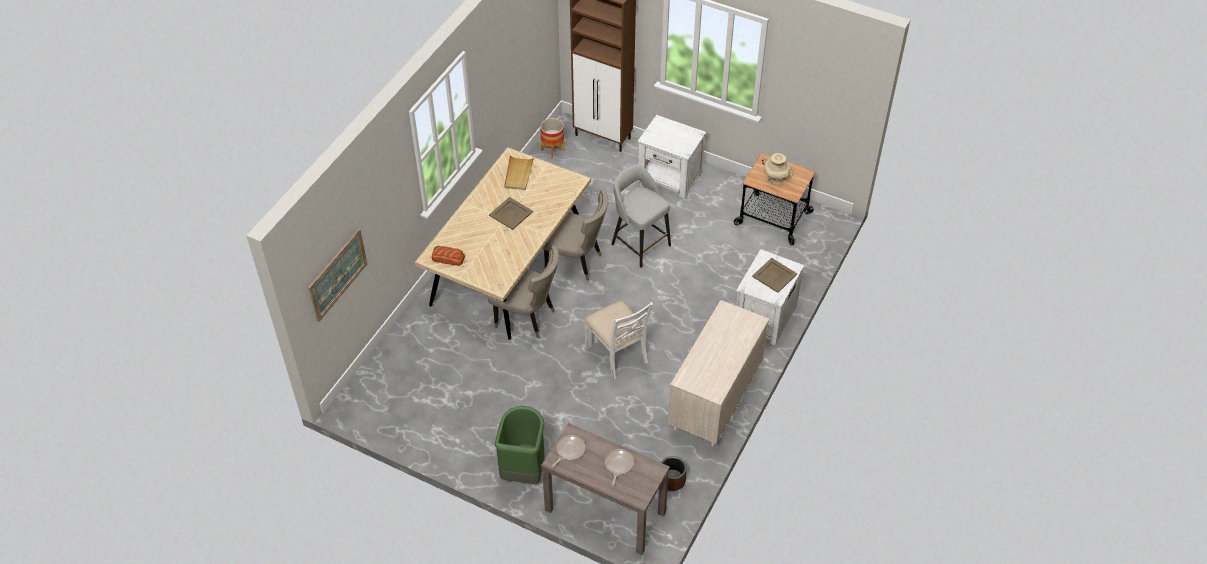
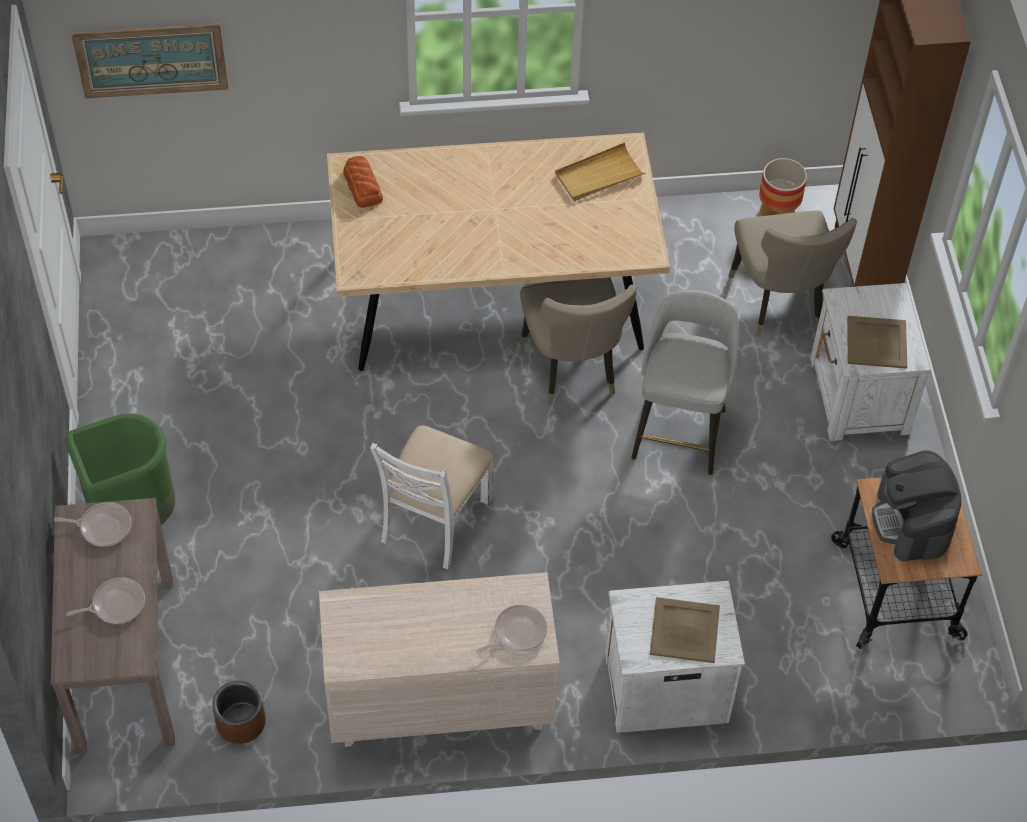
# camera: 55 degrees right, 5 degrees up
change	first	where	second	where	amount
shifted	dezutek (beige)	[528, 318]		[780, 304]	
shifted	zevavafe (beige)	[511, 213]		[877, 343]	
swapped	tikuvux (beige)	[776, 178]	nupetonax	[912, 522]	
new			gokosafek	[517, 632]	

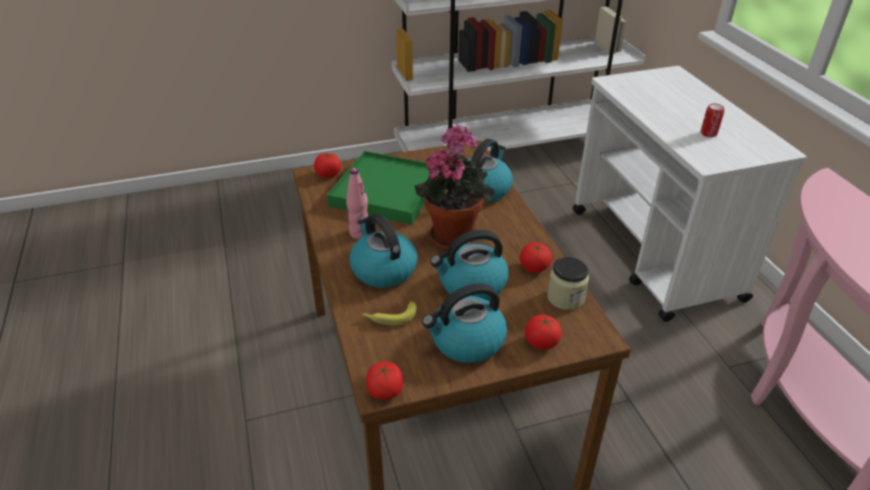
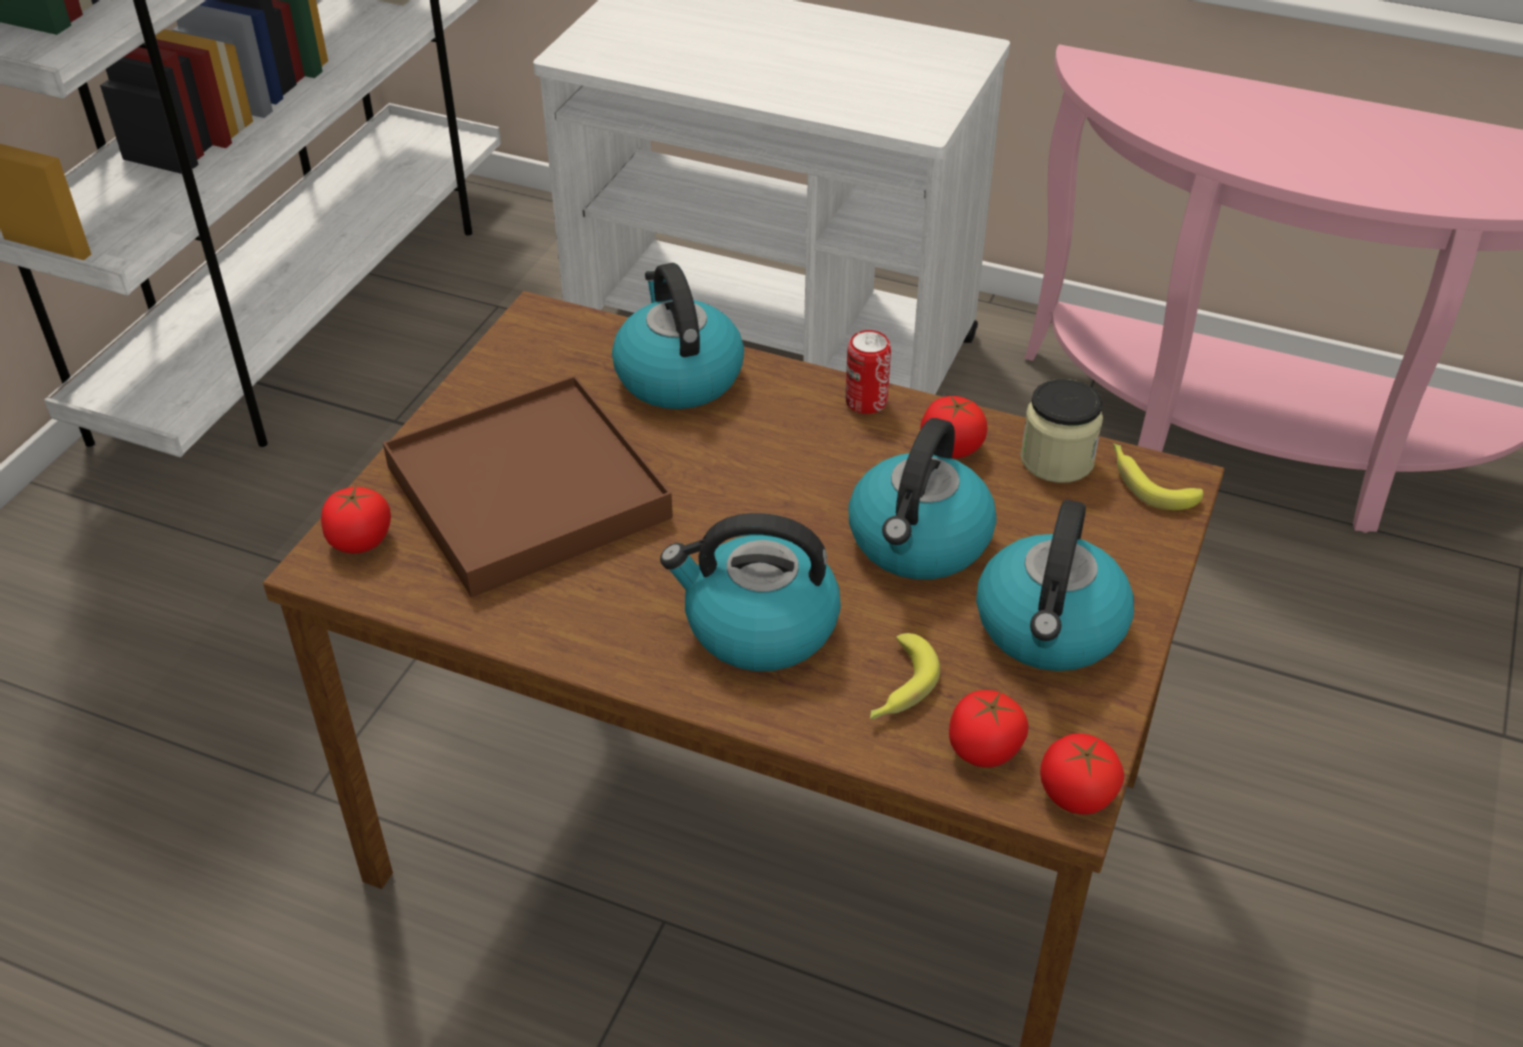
# camera: 50 degrees left, 5 degrees up
change	first	where	second	where	amount
repainted	zevavafe (green)	[387, 191]	zevavafe (brown)	[527, 492]	
gone	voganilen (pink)	[359, 233]			
gone	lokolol	[453, 234]			
shifted	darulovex	[541, 342]		[984, 749]	
shifted	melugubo	[708, 133]		[866, 402]	
new			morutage	[1148, 483]	

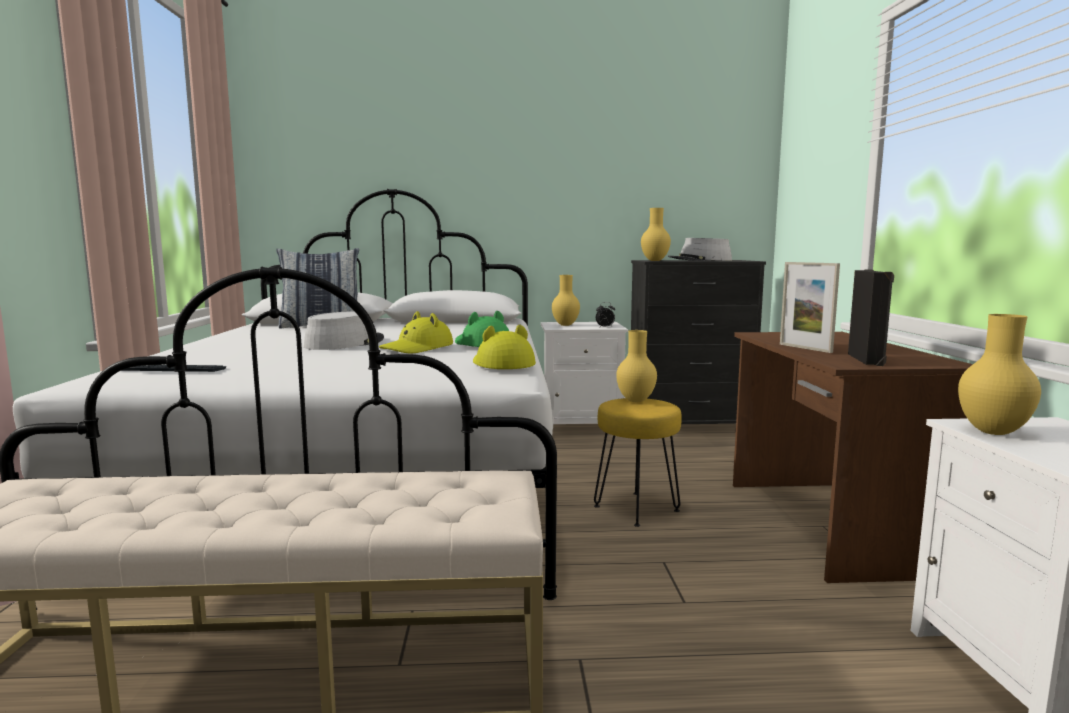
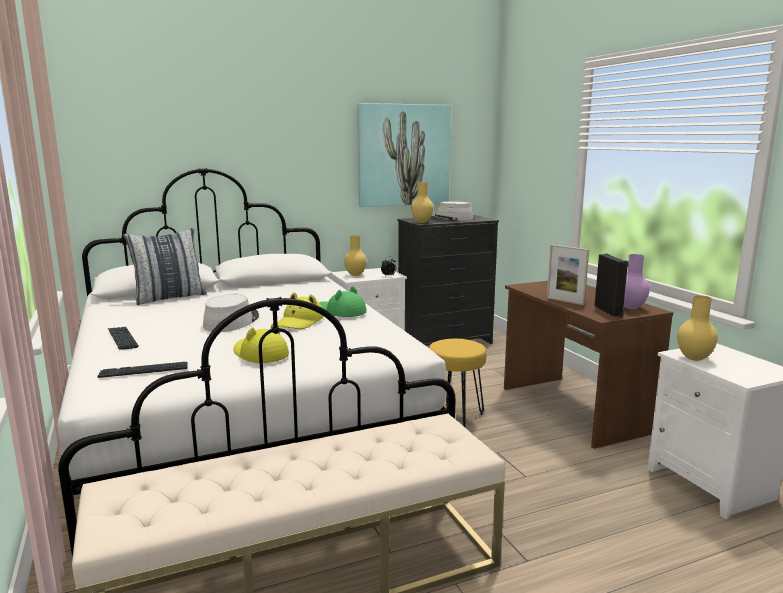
# camera: 20 degrees left, 5 degrees up
change	first	where	second	where	amount
shifted	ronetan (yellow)	[501, 364]		[260, 354]	
gone	tikuvux (yellow)	[636, 401]			
new			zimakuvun	[122, 339]	
new			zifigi	[403, 155]	
new			tikuvux (purple)	[630, 308]	

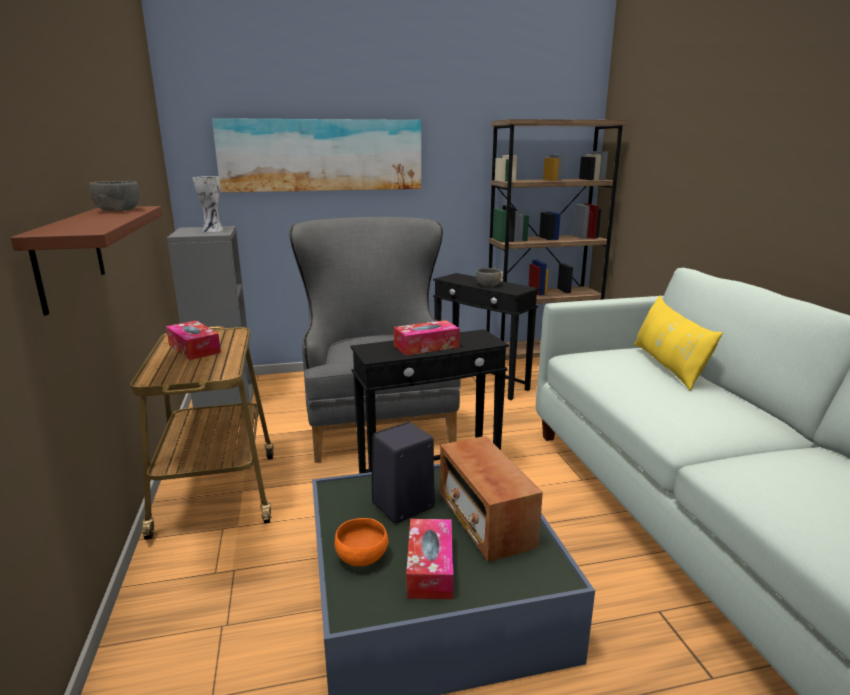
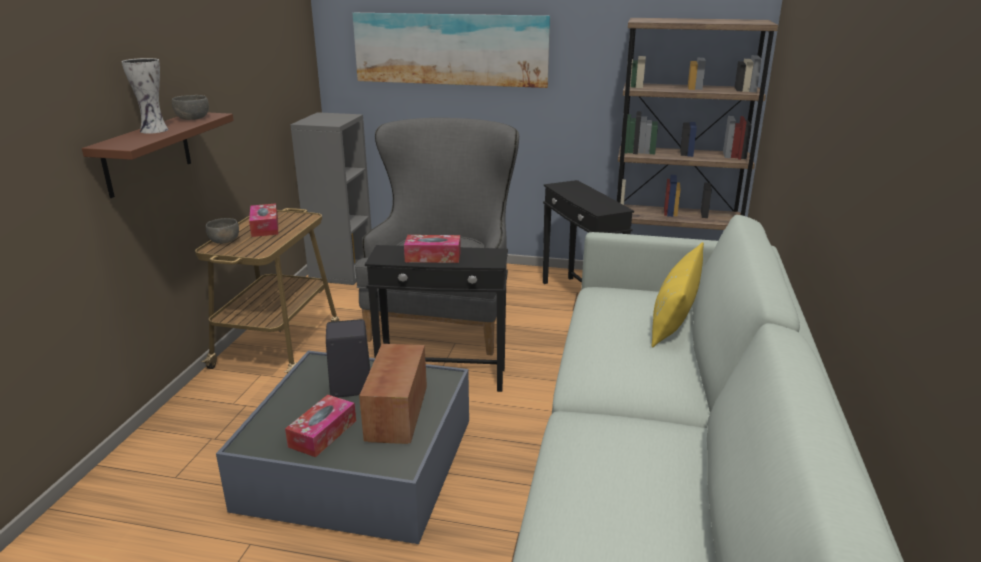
# camera: 25 degrees right, 5 degrees up
change	first	where	second	where	amount
shifted	tikuvux	[214, 230]		[155, 130]	
gone	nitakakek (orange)	[363, 557]			
shifted	nitakakek (grey)	[488, 285]		[224, 241]	

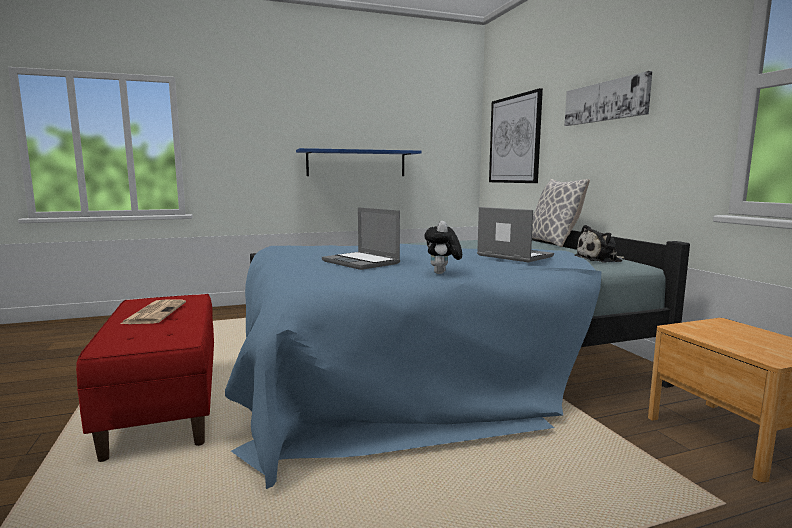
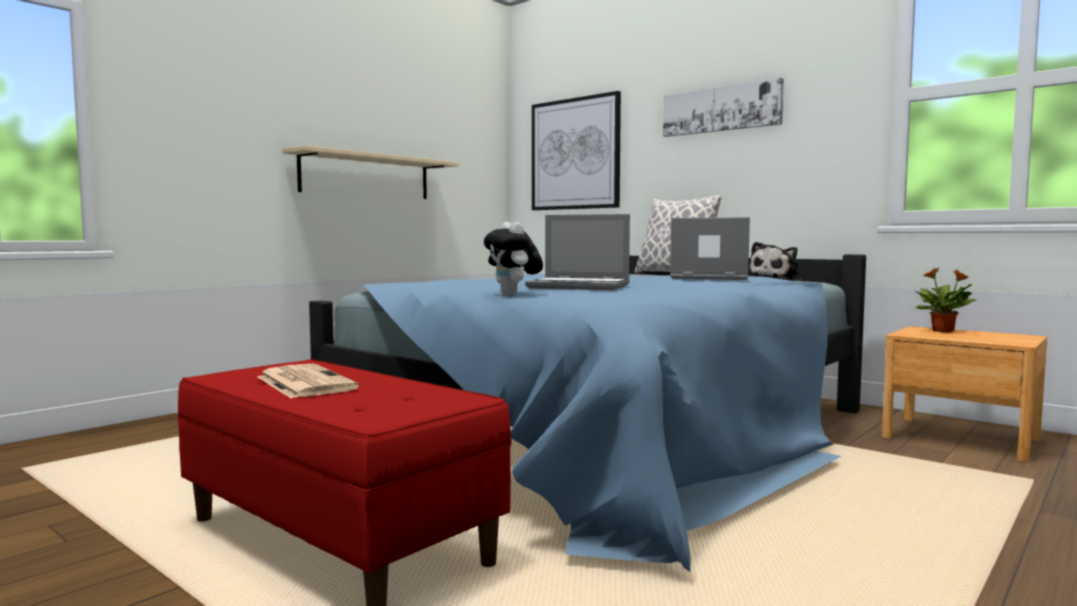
# camera: 30 degrees left, 5 degrees down
change	first	where	second	where	amount
repainted	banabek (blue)	[356, 163]	banabek (beige)	[366, 176]	
shifted	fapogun	[442, 273]		[513, 294]	
new			lokolol	[943, 331]	

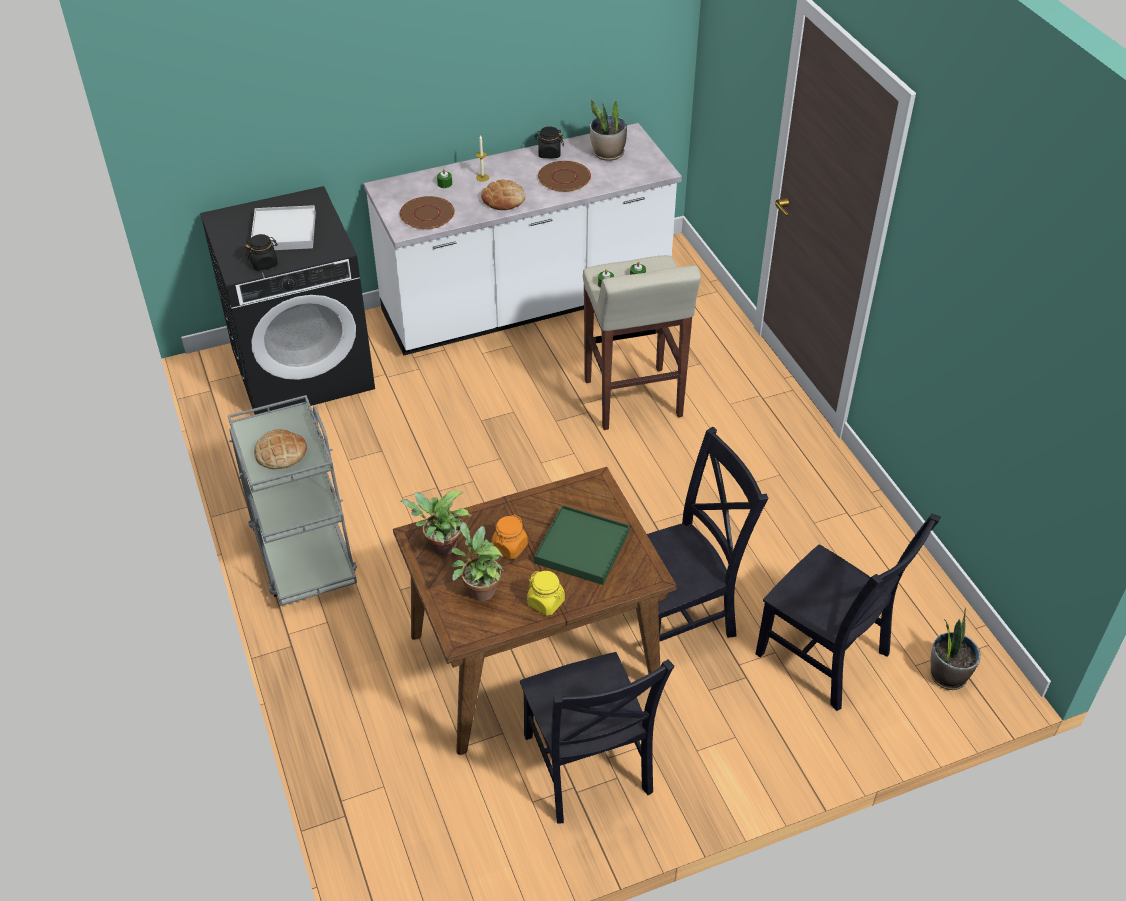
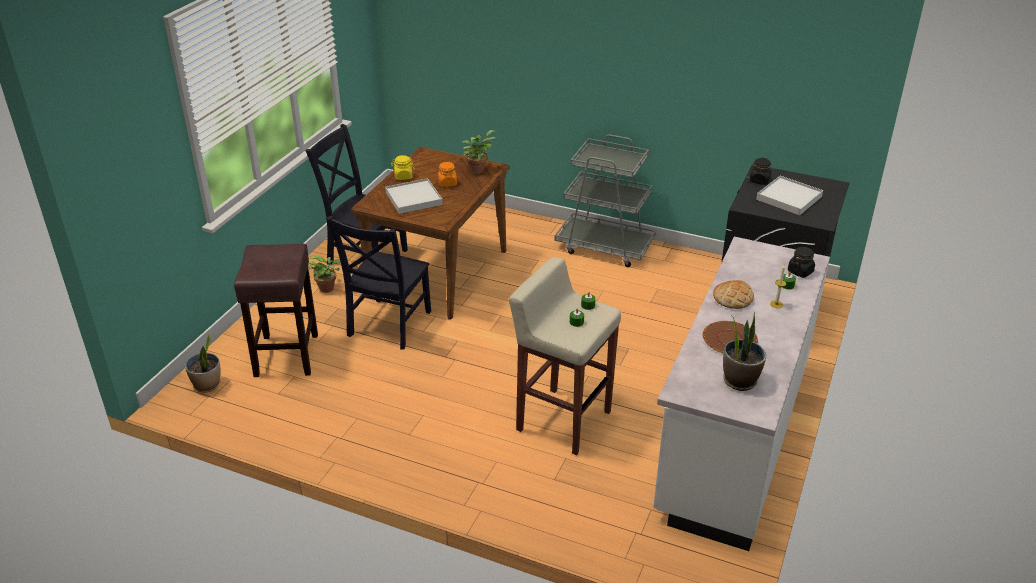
# camera: 135 degrees right, 10 degrees down
change	first	where	second	where	amount
gone	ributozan	[280, 453]			
gone	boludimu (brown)	[426, 214]			
shifted	lokolol	[479, 589]		[328, 288]	
repainted	zevavafe (green)	[582, 548]	zevavafe (white)	[413, 198]	
shifted	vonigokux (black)	[549, 153]		[800, 271]	
swapped	dezutek (black)	[826, 657]	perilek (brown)	[286, 354]	

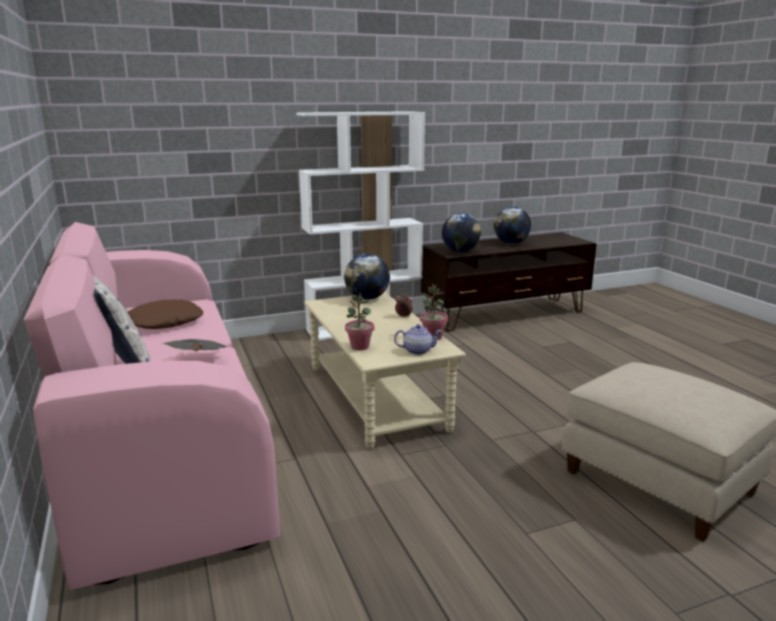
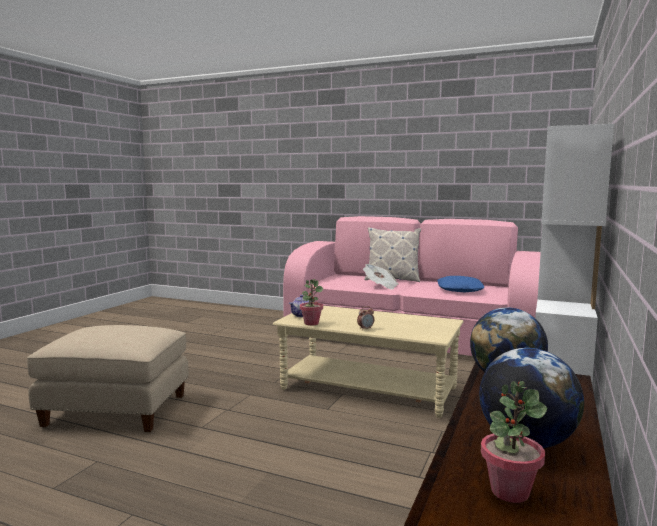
# camera: 135 degrees right, 10 degrees down
change	first	where	second	where	amount
repainted	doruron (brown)	[165, 322]	doruron (blue)	[460, 290]	
gone	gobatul	[367, 298]			
shifted	lokolol	[359, 347]		[509, 491]	

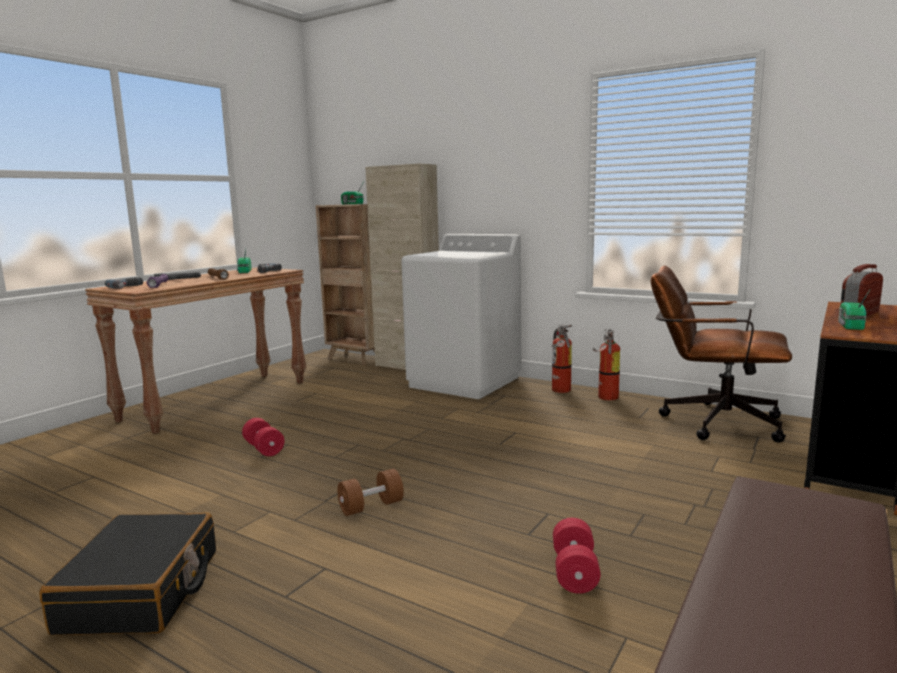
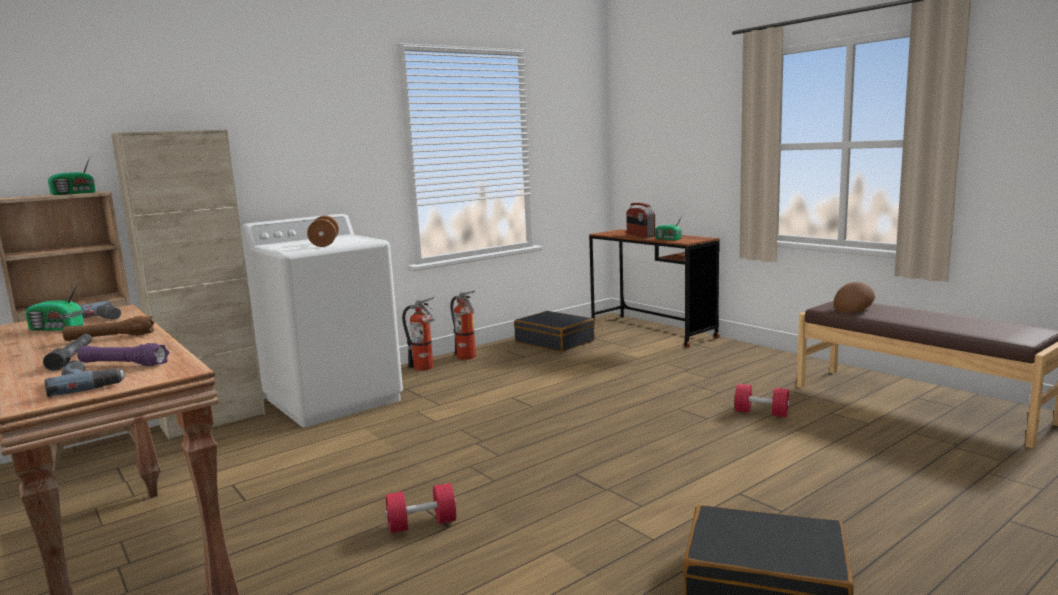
# camera: 70 degrees left, 0 degrees up
change	first	where	second	where	amount
shifted	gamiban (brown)	[371, 506]		[325, 244]	
swapped	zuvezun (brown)	[711, 421]	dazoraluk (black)	[555, 341]	
new			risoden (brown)	[854, 308]	

